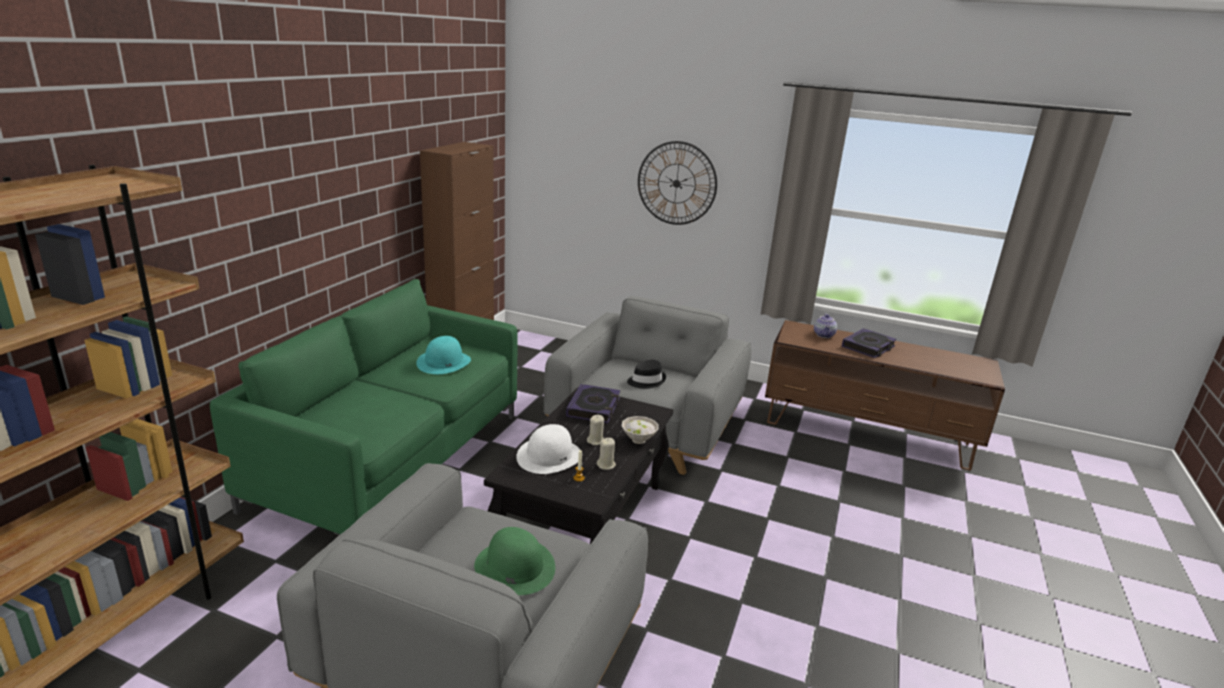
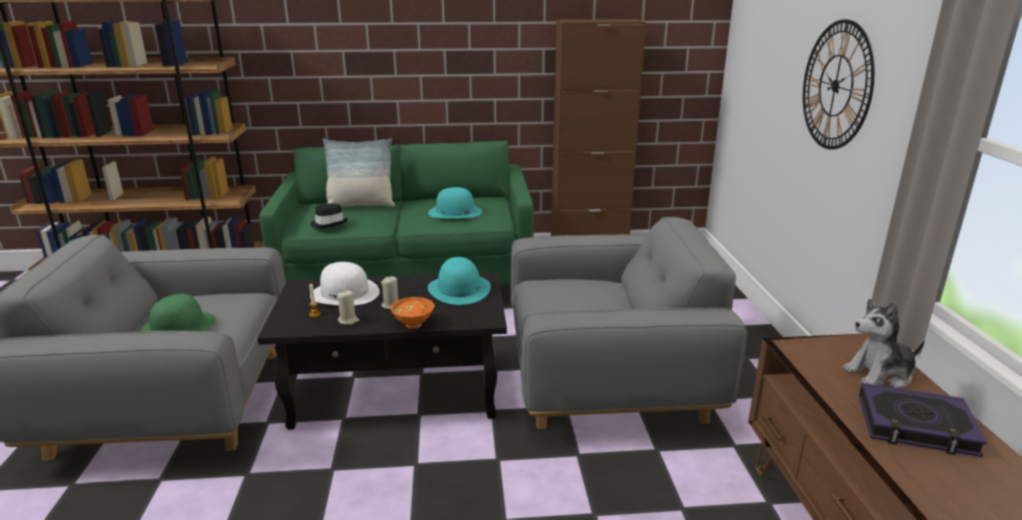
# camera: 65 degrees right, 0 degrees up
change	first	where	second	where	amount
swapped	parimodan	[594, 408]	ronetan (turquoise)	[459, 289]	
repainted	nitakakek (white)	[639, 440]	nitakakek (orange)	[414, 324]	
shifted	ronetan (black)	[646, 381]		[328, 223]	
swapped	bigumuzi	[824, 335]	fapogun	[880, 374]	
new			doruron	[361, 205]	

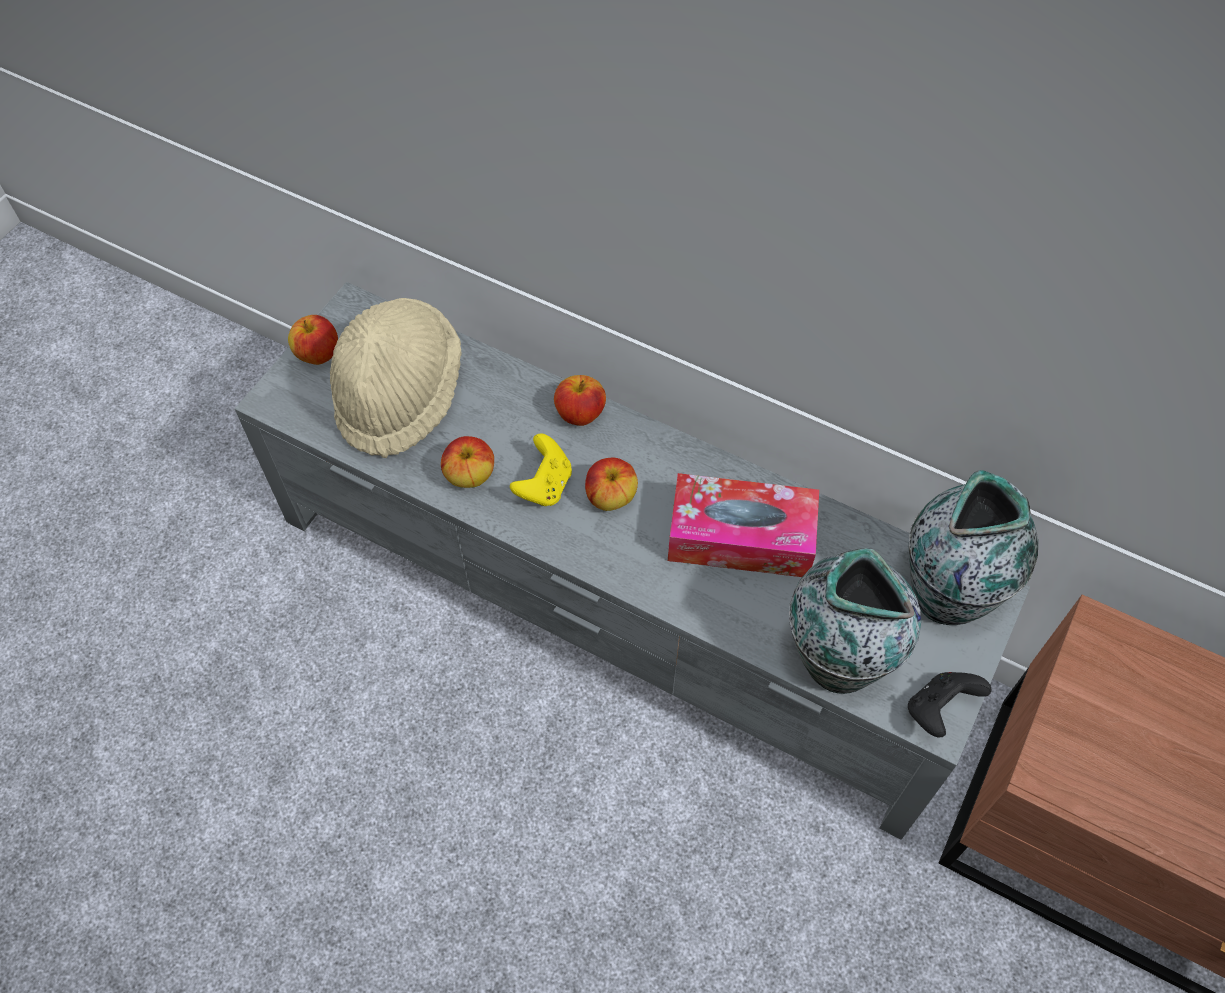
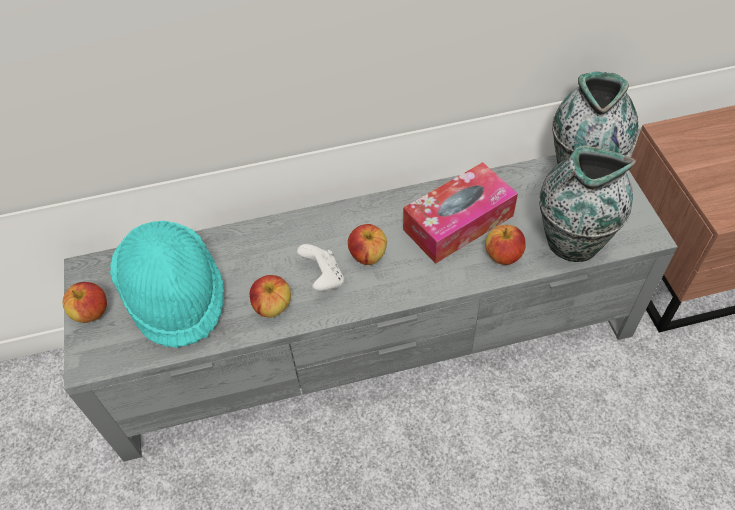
# camera: 40 degrees left, 5 degrees down
change	first	where	second	where	amount
repainted	ronetan (beige)	[399, 395]	ronetan (turquoise)	[175, 296]	
repainted	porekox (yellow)	[544, 486]	porekox (white)	[323, 278]	
shifted	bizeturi	[580, 414]		[503, 256]	
gone	porekox (black)	[938, 710]			

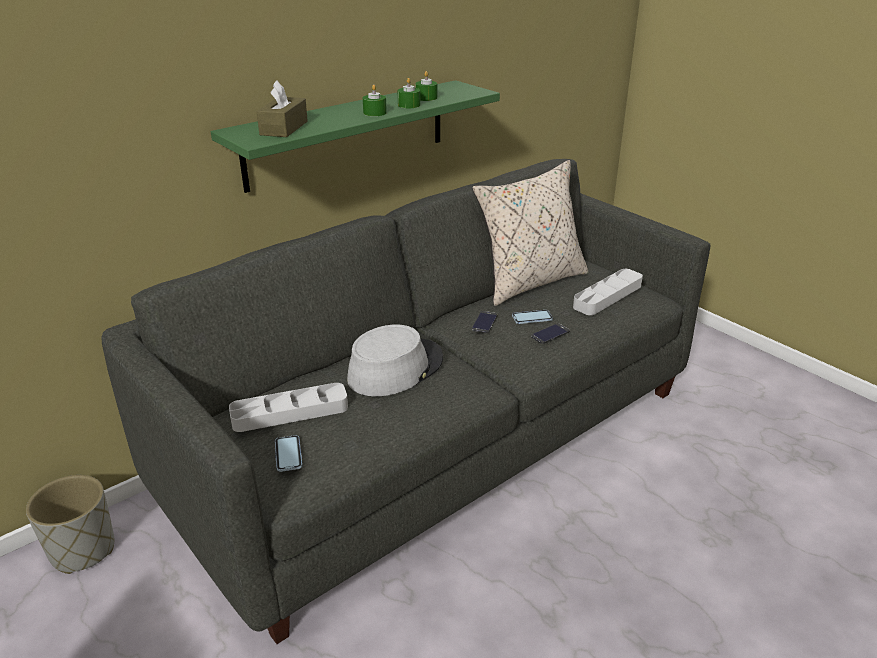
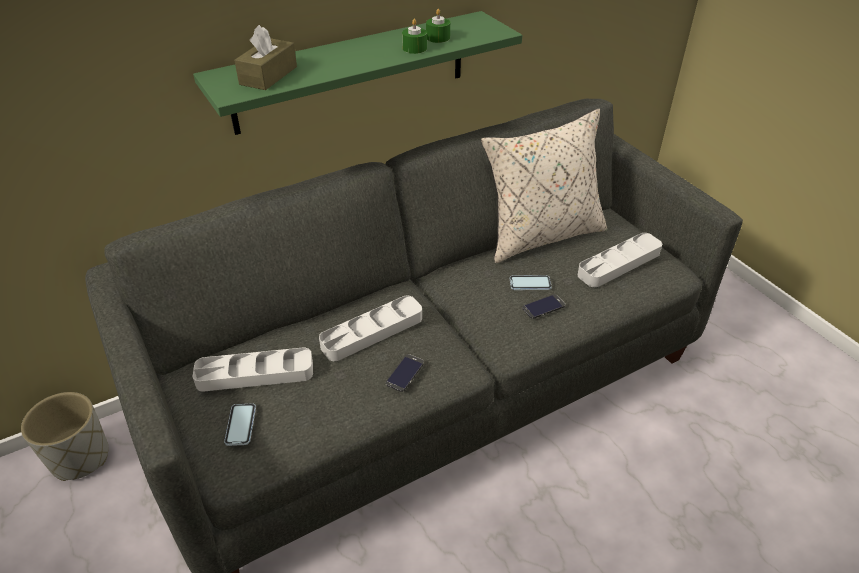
# camera: 10 degrees right, 10 degrees up
change	first	where	second	where	amount
swapped	ronetan (grey)	[395, 368]	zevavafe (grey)	[372, 332]	
gone	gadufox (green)	[374, 113]			
shifted	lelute	[484, 322]		[405, 373]	

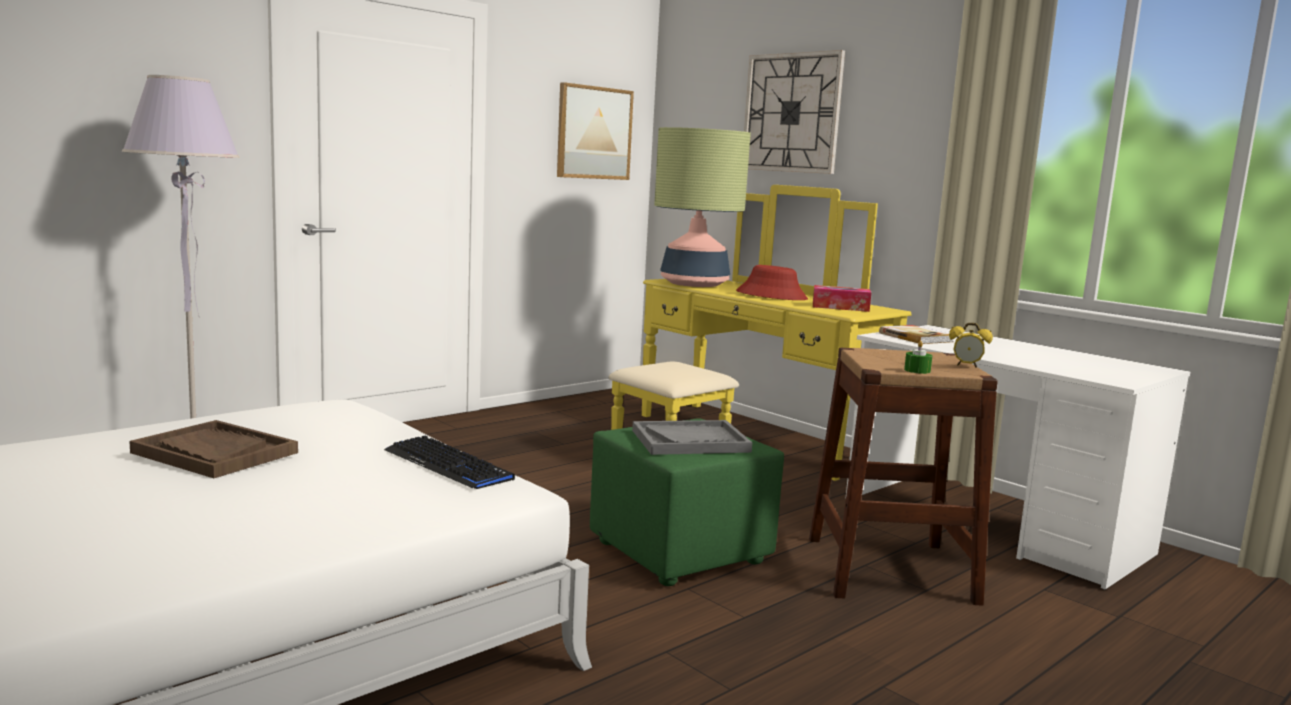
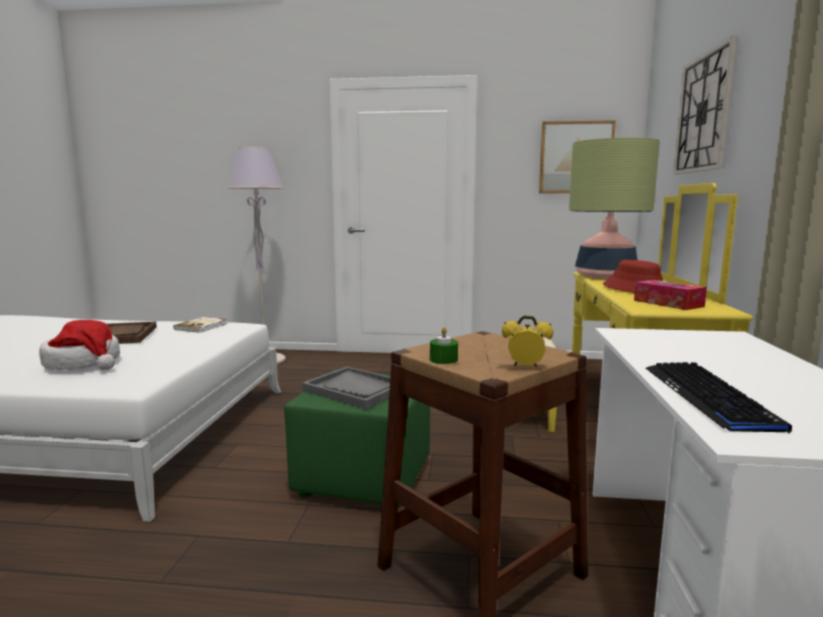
# camera: 50 degrees right, 0 degrees up
change	first	where	second	where	amount
shifted	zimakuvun	[448, 465]		[708, 397]	
shifted	parimodan	[916, 337]		[202, 326]	
rotated	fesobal	[966, 366]		[525, 367]	120 degrees clockwise
new			ronetan	[84, 363]	

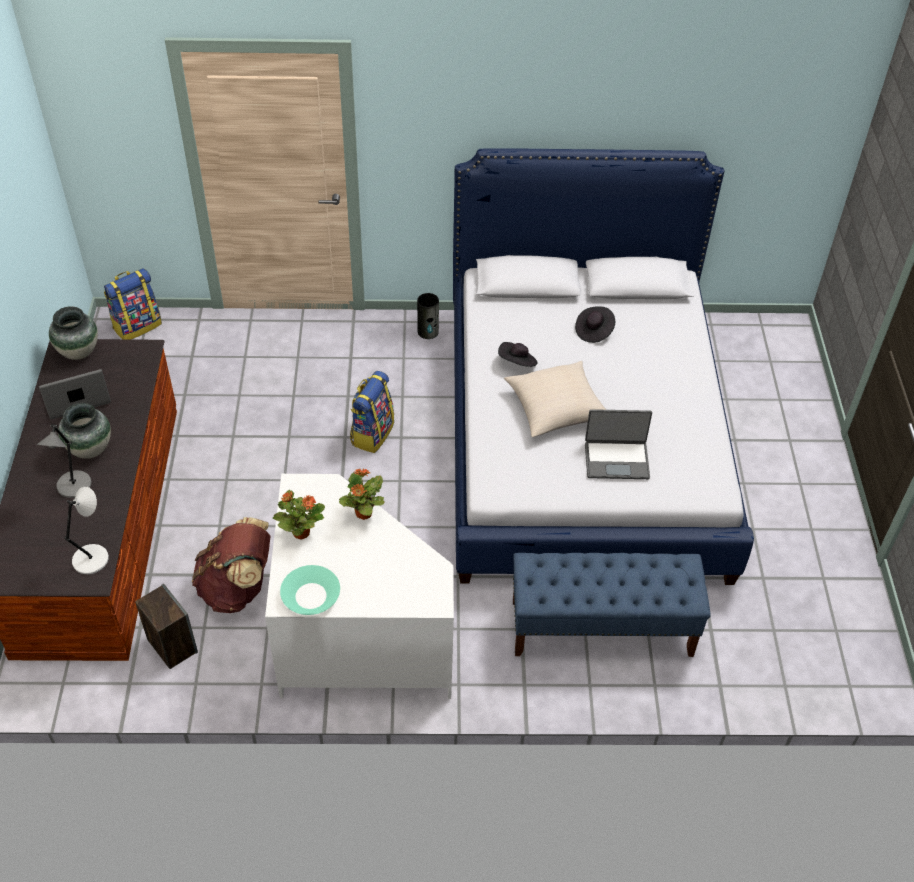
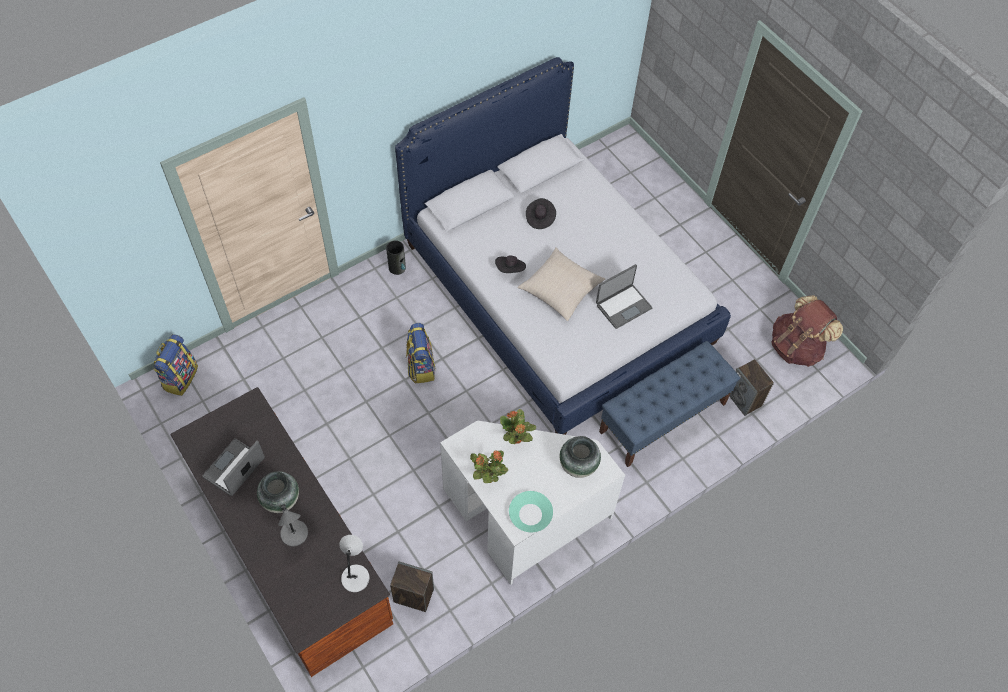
# camera: 35 degrees left, 10 degrees up
change	first	where	second	where	amount
shifted	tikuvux	[79, 352]		[578, 466]	
shifted	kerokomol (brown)	[238, 588]		[796, 347]	
new			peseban	[744, 399]	

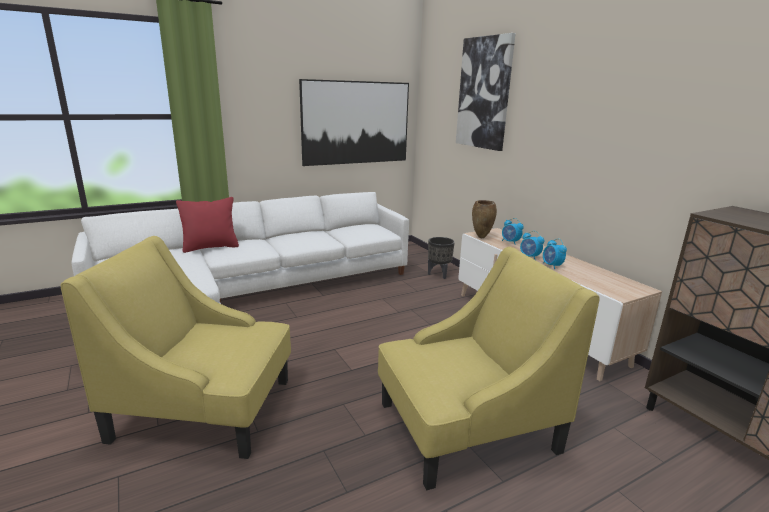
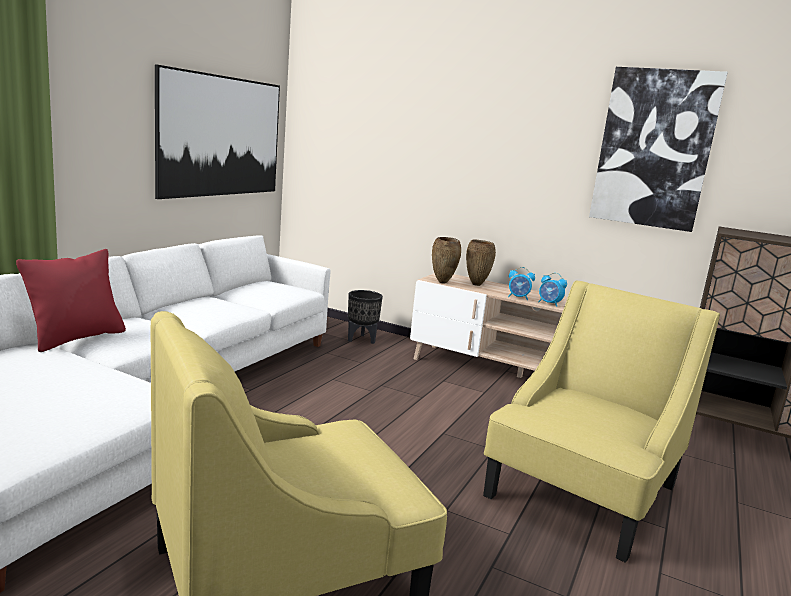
# camera: 35 degrees left, 5 degrees down
change	first	where	second	where	amount
shifted	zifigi	[484, 93]		[654, 149]	
swapped	fesobal	[510, 242]	tikuvux (brown)	[477, 285]	

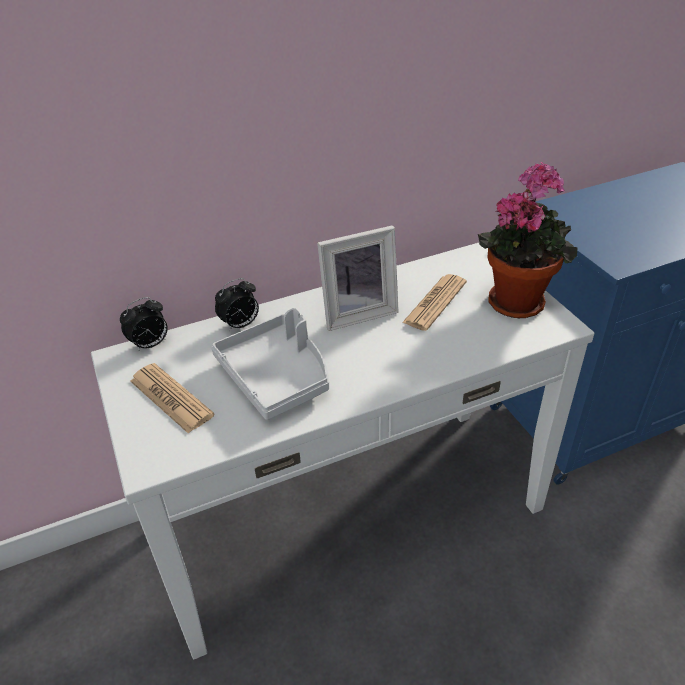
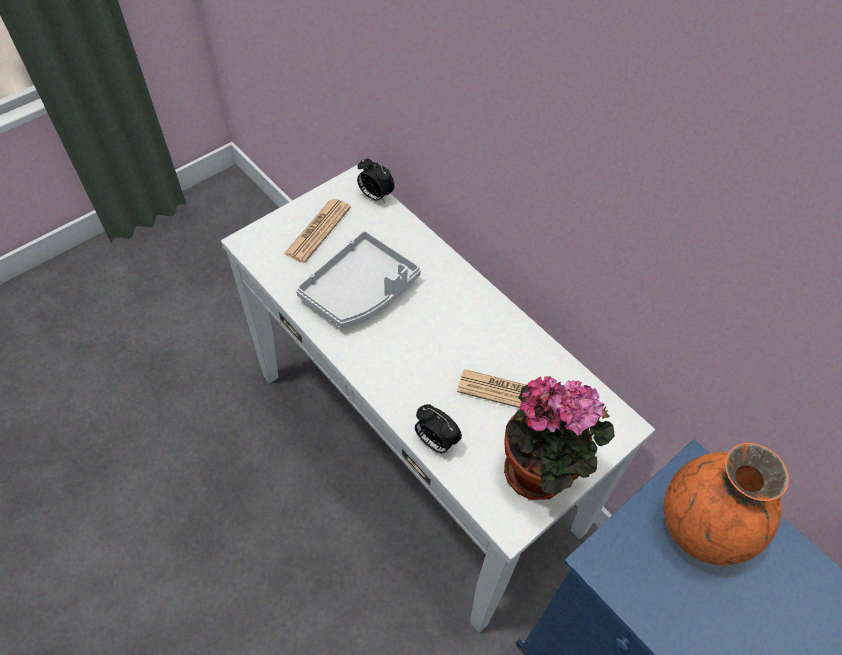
# camera: 70 degrees right, 15 degrees up
change	first	where	second	where	amount
shifted	fesobal	[240, 325]		[435, 441]	
gone	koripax	[357, 313]			
new			tikuvux (orange)	[702, 527]	

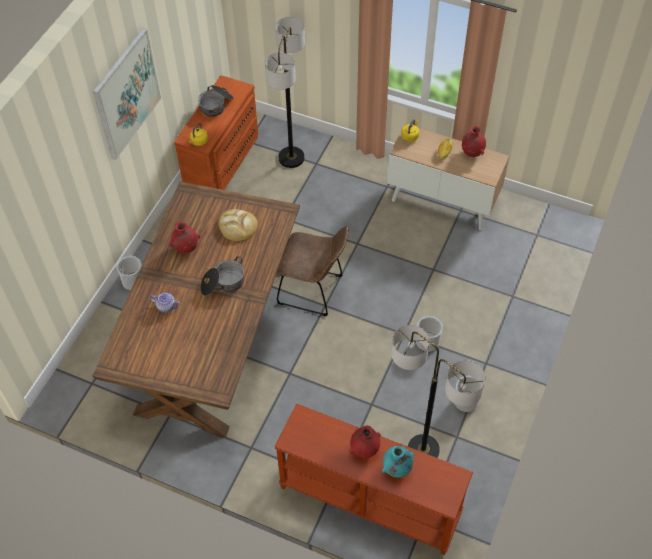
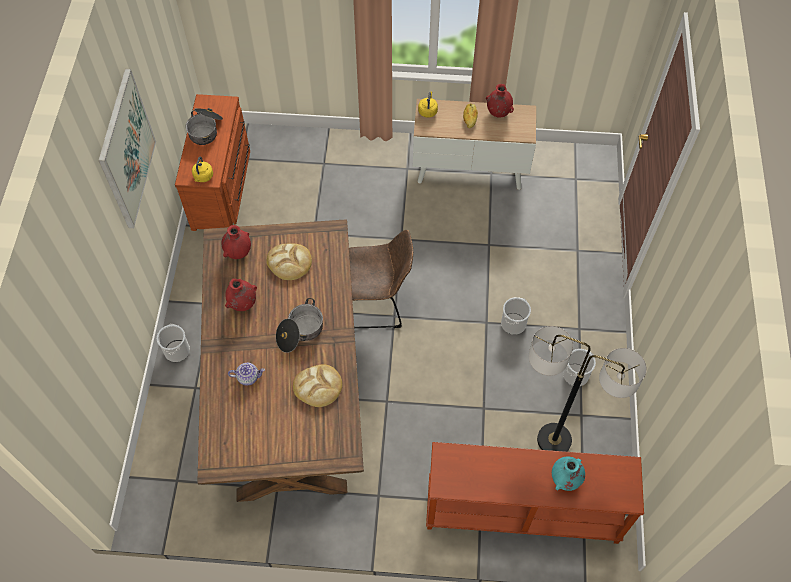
# camera: 20 degrees left, 5 degrees up
change	first	where	second	where	amount
gone	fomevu	[291, 158]			
shifted	tikuvux (red)	[365, 450]		[238, 252]	
new			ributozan	[318, 386]	

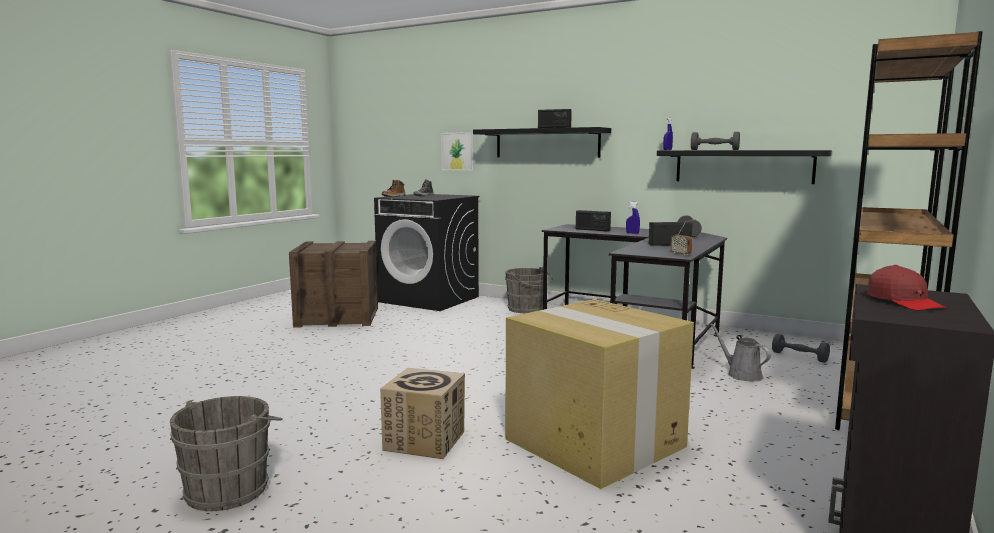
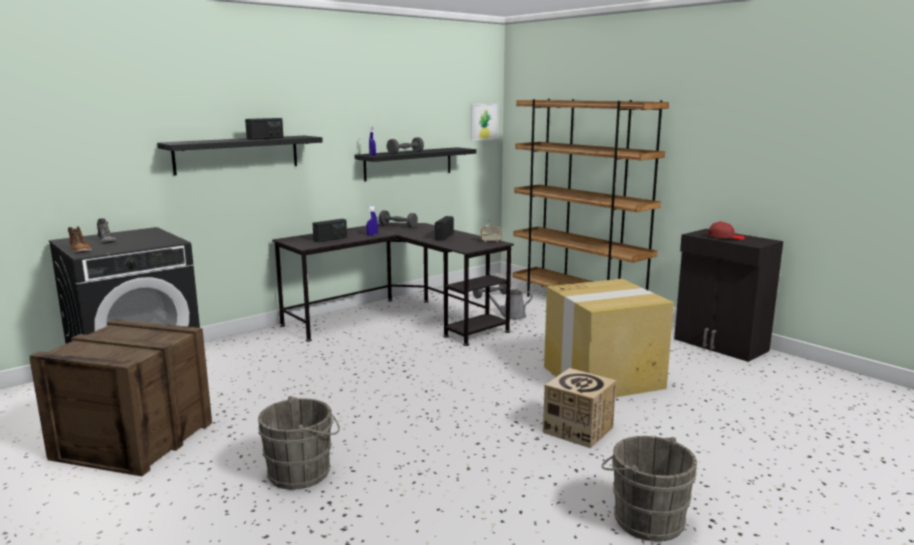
# camera: 70 degrees left, 5 degrees up
change	first	where	second	where	amount
shifted	zifigi	[458, 151]		[483, 121]	
shifted	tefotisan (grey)	[527, 309]		[303, 472]	

